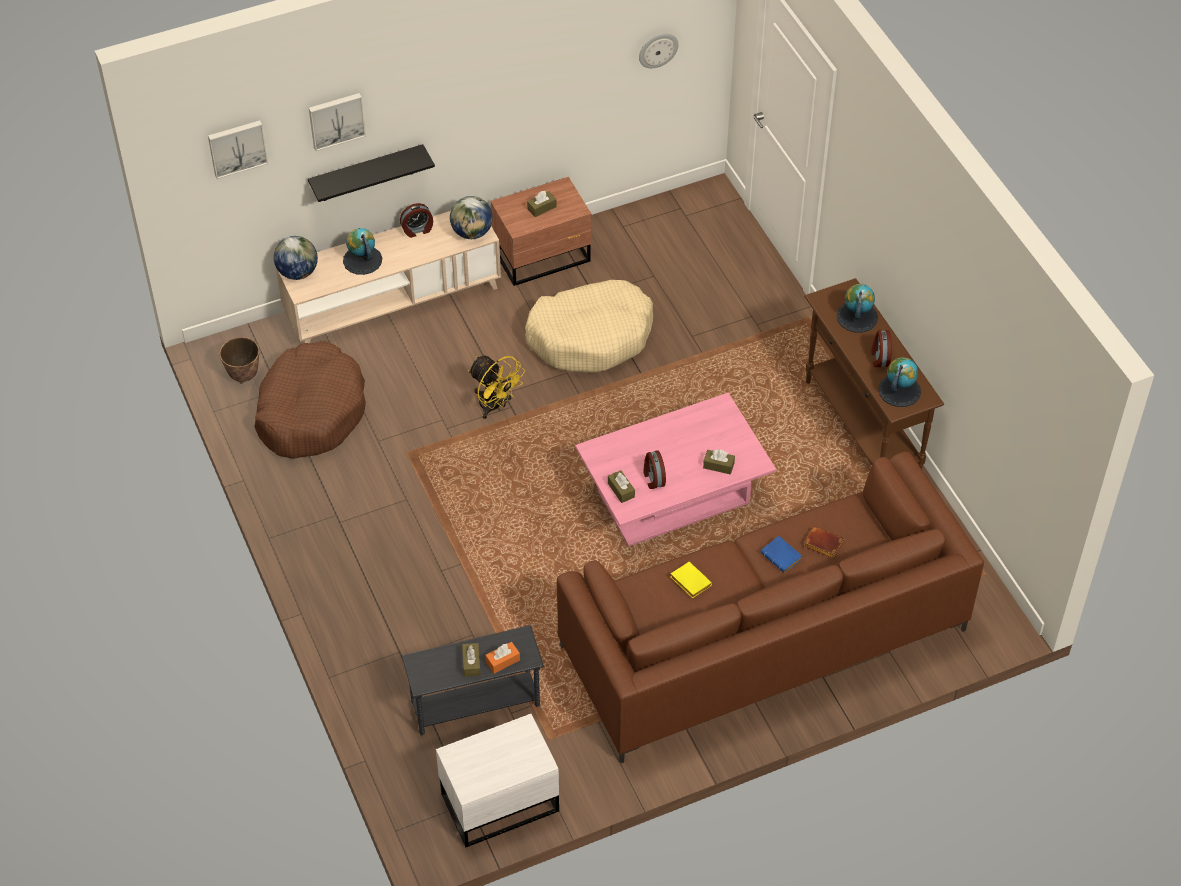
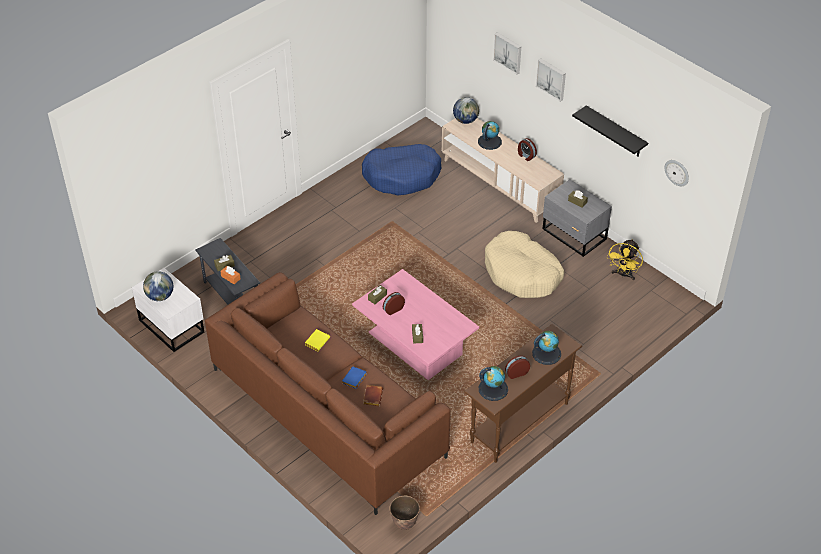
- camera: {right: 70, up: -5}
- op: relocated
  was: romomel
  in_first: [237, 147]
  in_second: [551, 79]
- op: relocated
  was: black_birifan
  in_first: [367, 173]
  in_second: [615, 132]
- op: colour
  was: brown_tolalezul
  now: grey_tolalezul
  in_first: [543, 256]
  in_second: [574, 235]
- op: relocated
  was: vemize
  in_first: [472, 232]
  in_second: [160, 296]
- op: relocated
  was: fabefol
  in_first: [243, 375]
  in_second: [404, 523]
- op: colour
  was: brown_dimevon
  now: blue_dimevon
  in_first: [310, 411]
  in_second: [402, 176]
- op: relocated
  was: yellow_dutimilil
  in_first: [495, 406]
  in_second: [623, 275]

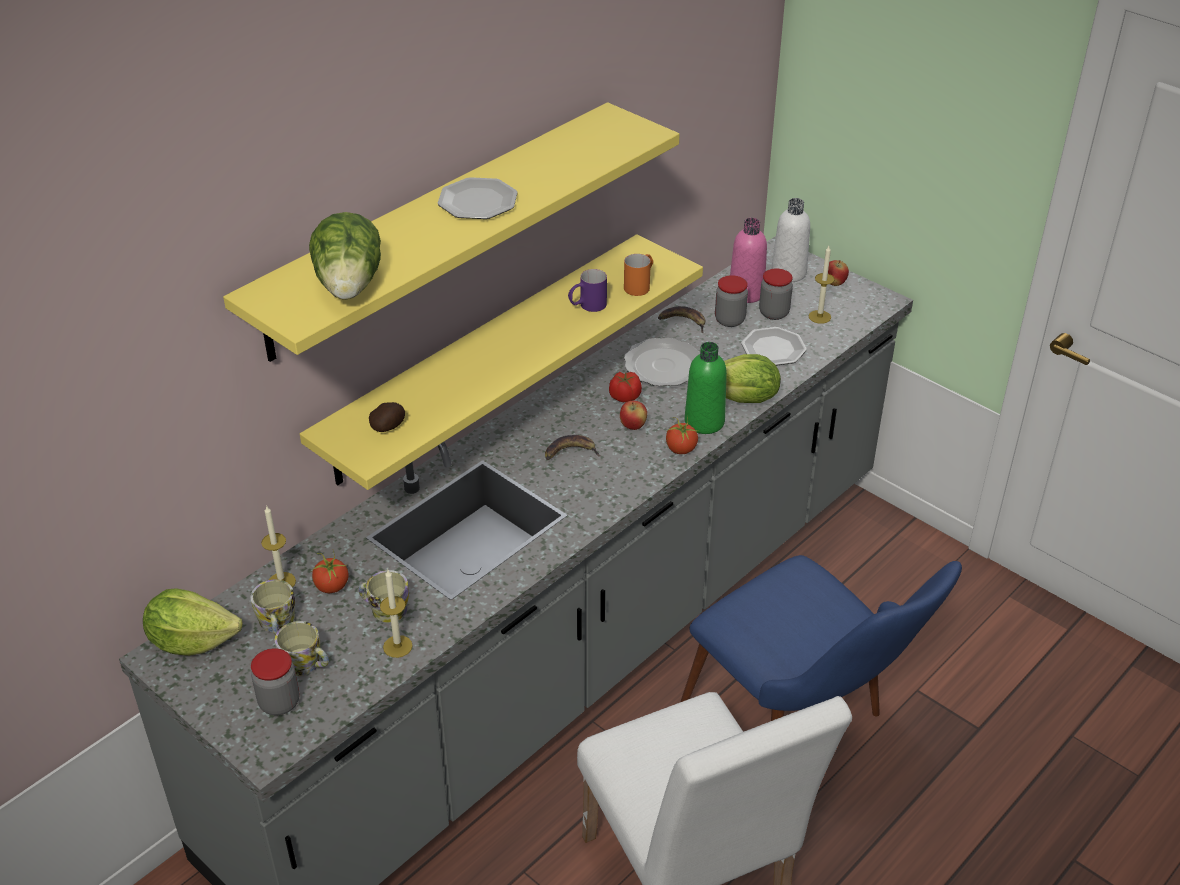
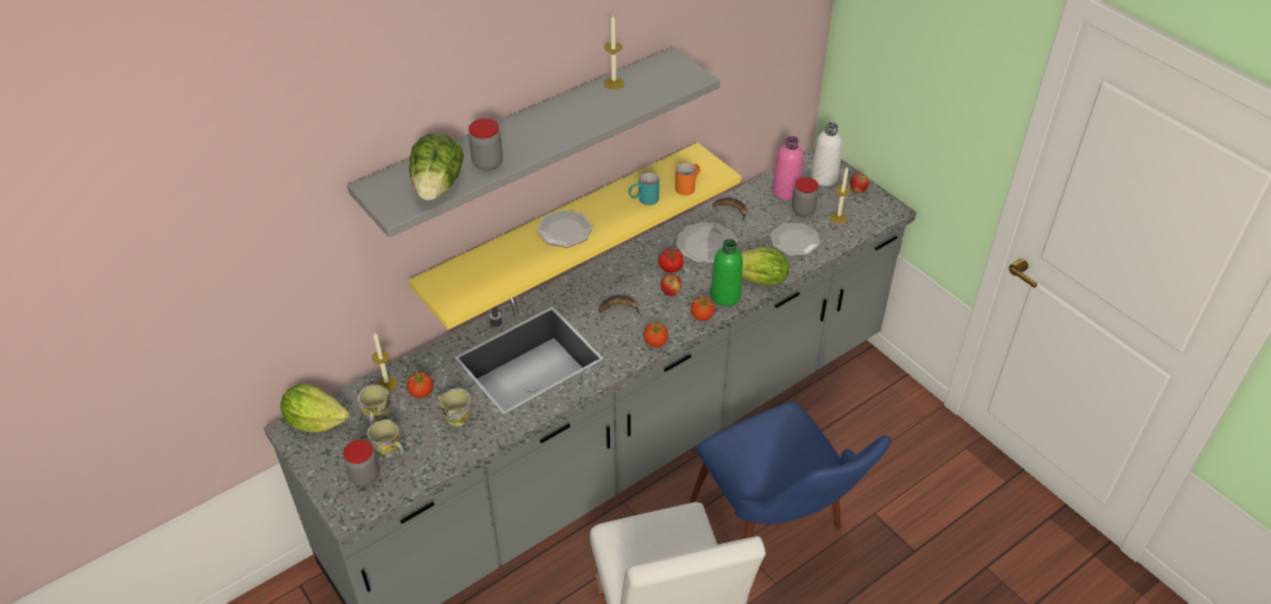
- camera: {right: 10, up: 5}
- op: colour
  was: yellow_birifan
  now: grey_birifan
  in_first: [437, 228]
  in_second: [524, 138]
- op: relocated
  was: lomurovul
  in_first: [478, 201]
  in_second: [565, 230]
- op: colour
  was: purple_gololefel
  now: turquoise_gololefel
  in_first: [587, 306]
  in_second: [643, 200]
- op: relocated
  was: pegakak
  in_first: [729, 320]
  in_second: [487, 163]
- op: missing
  was: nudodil
  in_first: [388, 427]
- op: relocated
  was: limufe
  in_first: [397, 646]
  in_second: [613, 83]
- op: appeared
  now: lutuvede
  in_second: [655, 342]

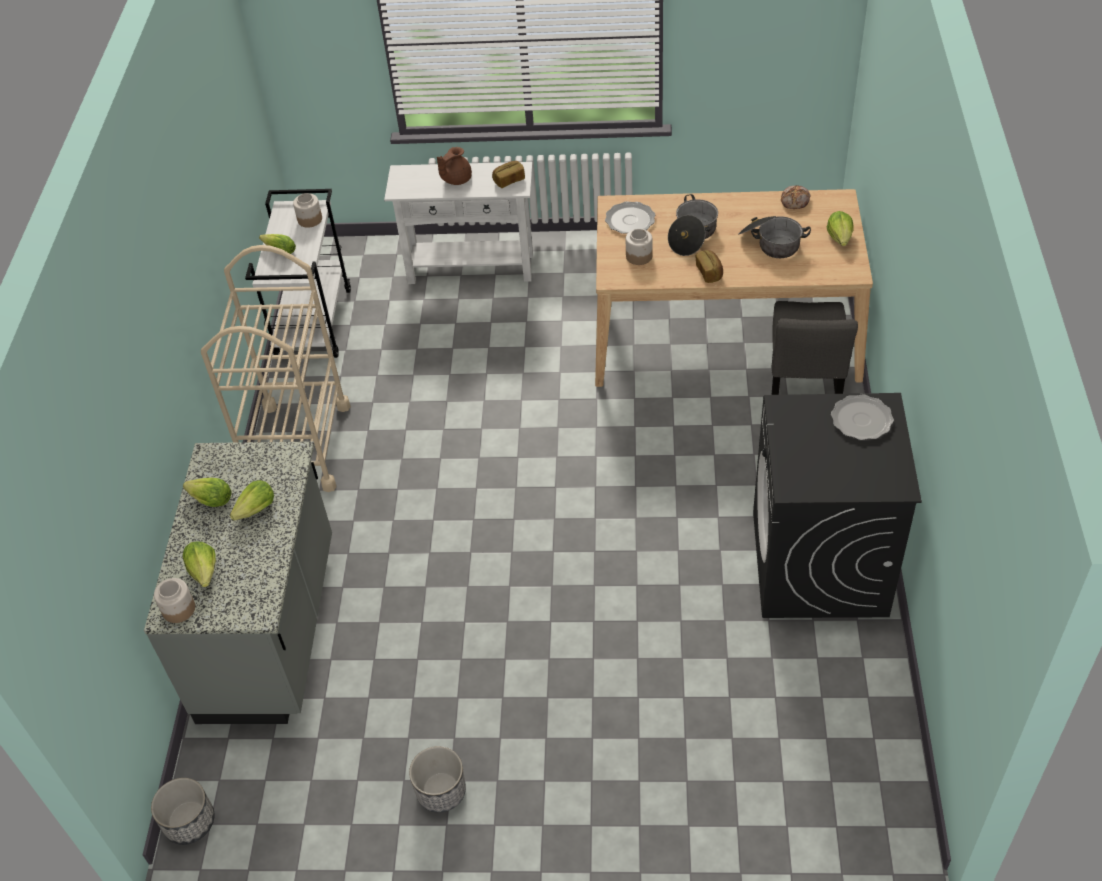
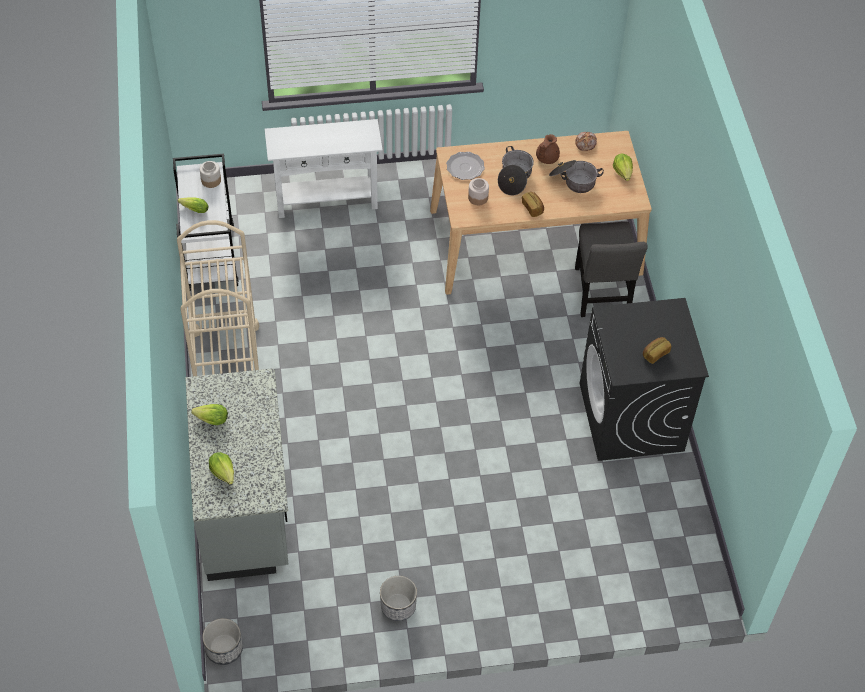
- camera: {right: -15, up: 5}
- op: relocated
  was: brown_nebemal
  in_first: [456, 179]
  in_second: [546, 158]
- op: relocated
  was: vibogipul
  in_first: [509, 180]
  in_second: [655, 354]
- op: missing
  was: lomurovul
  in_first: [861, 419]
- op: missing
  was: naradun
  in_first: [256, 509]
- op: missing
  was: pegakak
  in_first: [178, 609]

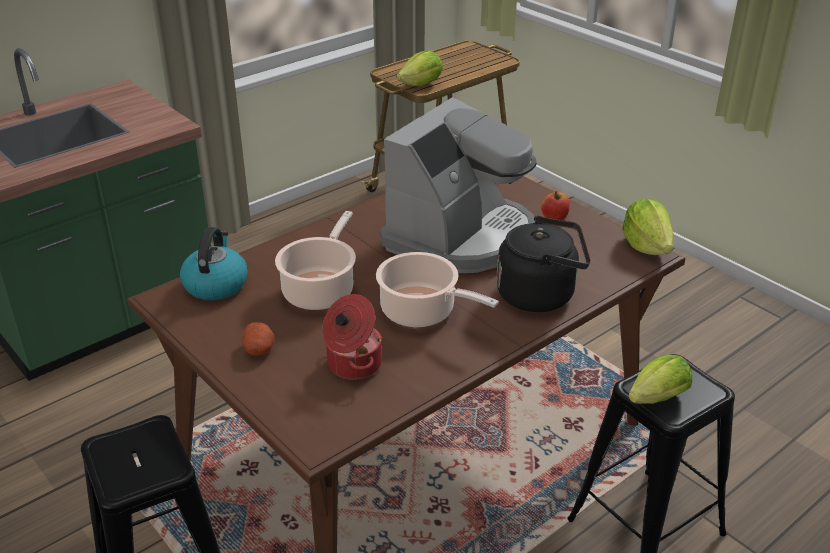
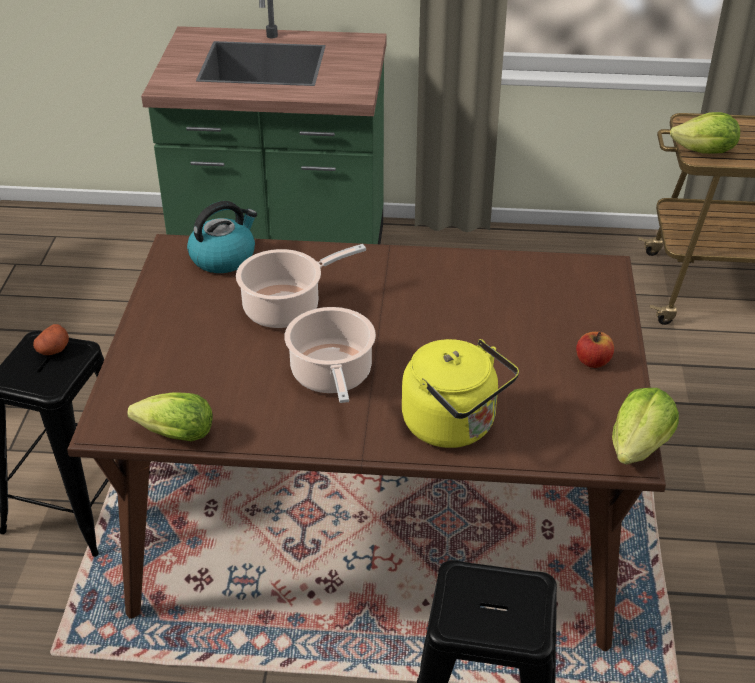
- camera: {right: 45, up: 5}
- op: missing
  was: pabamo
  in_first: [461, 237]
- op: colour
  was: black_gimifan
  now: yellow_gimifan
  in_first: [540, 294]
  in_second: [454, 426]
- op: missing
  was: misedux
  in_first: [352, 364]
- op: relocated
  was: nudodil
  in_first: [259, 349]
  in_second: [53, 350]
- op: relocated
  was: naradun
  in_first: [654, 400]
  in_second: [172, 434]

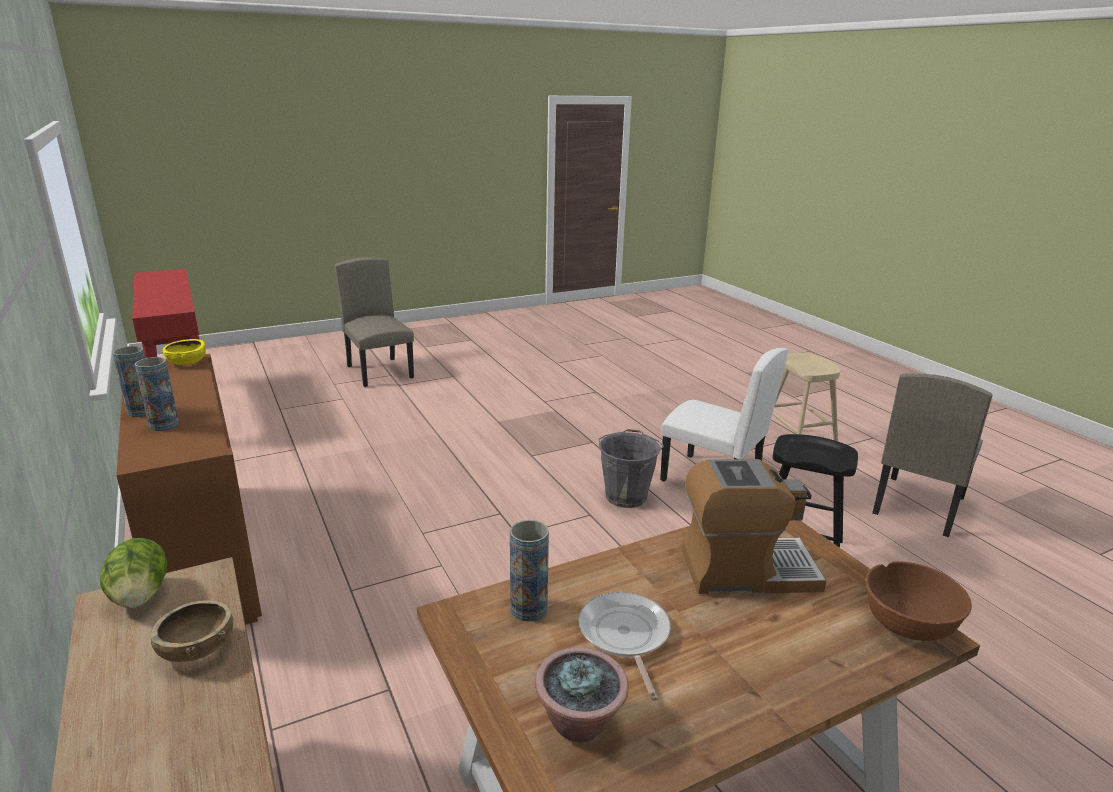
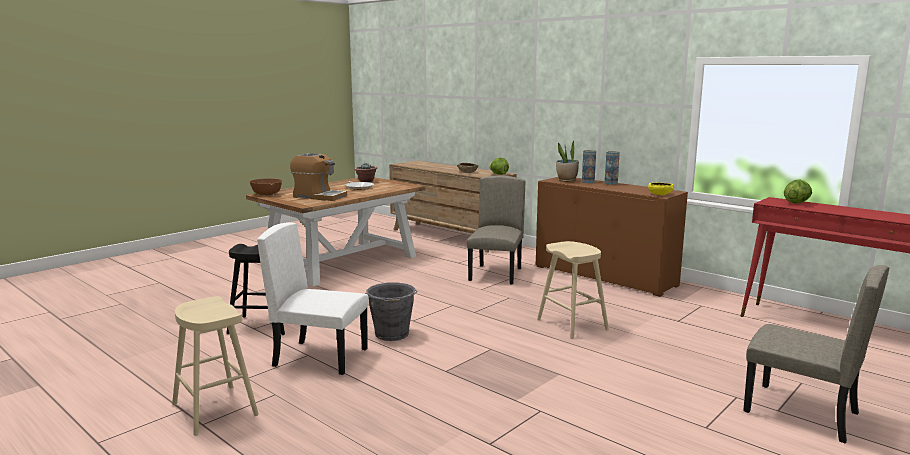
- camera: {right: 160, up: -10}
- op: relocated
  was: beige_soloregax
  in_first: [917, 505]
  in_second: [496, 274]
- op: spun
  was: pabamo
  in_first: [746, 570]
  in_second: [319, 196]
  clockwise: -135
- op: missing
  was: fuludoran
  in_first: [528, 608]
- op: appeared
  now: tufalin
  in_second: [566, 180]
- op: appeared
  now: naradun
  in_second: [796, 203]
- op: appeared
  now: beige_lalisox
  in_second: [572, 324]

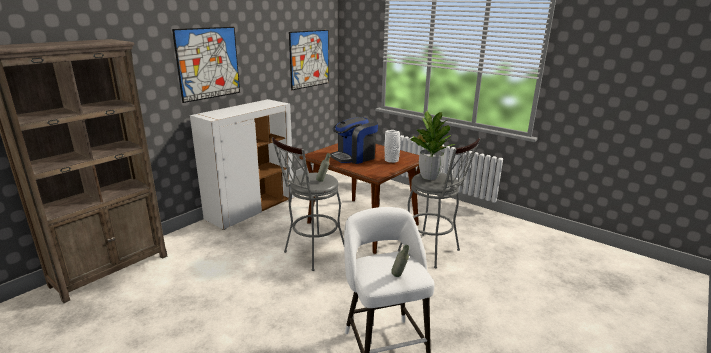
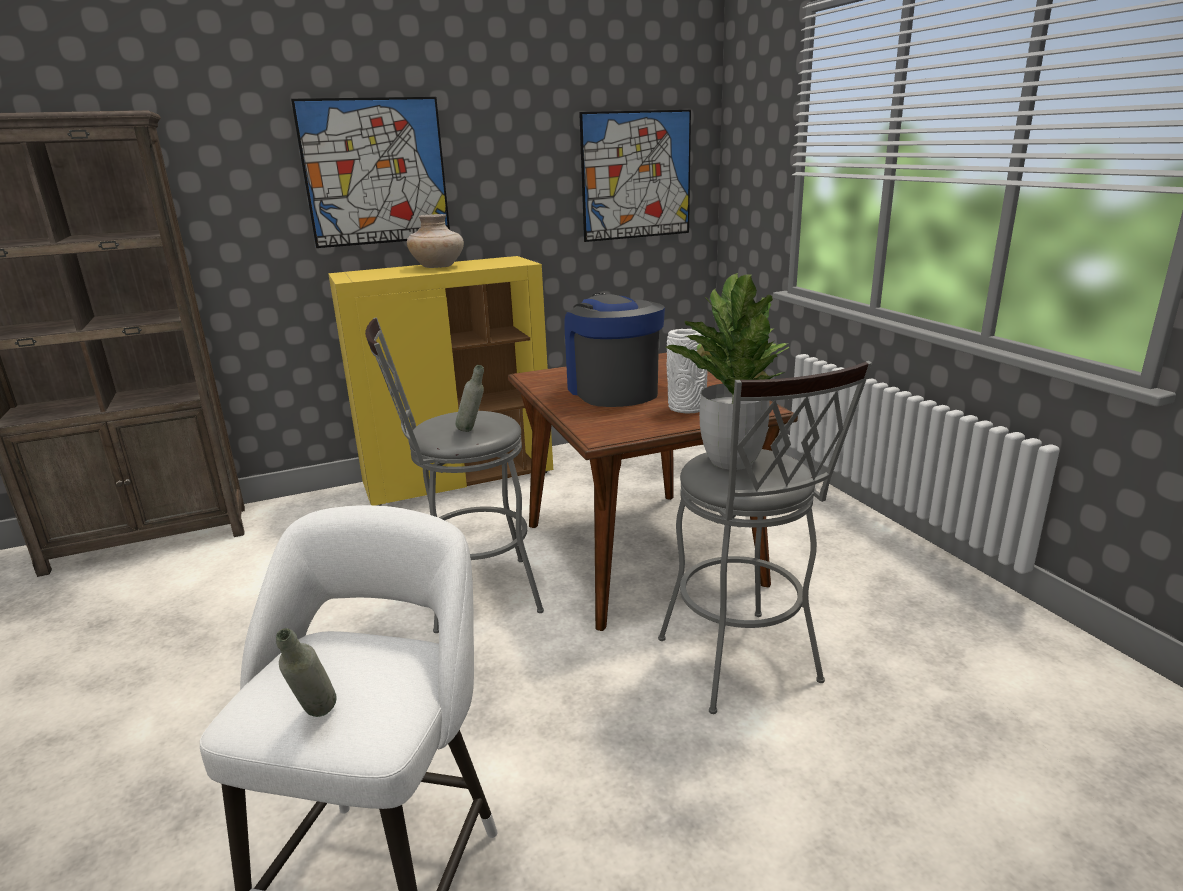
- camera: {right: 30, up: 0}
- op: colour
  was: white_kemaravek
  now: yellow_kemaravek
  in_first: [251, 209]
  in_second: [459, 478]
- op: spun
  was: pabamo
  in_first: [354, 157]
  in_second: [612, 390]
  clockwise: 75
- op: appeared
  now: beige_fuludoran
  in_second: [438, 267]

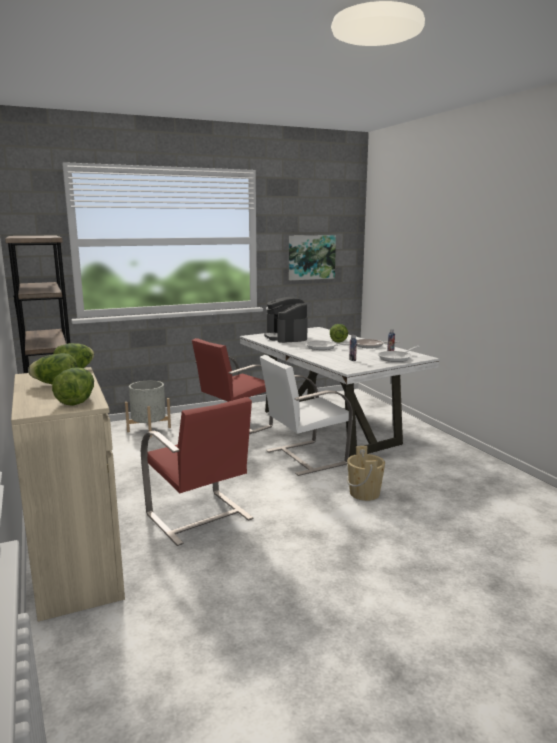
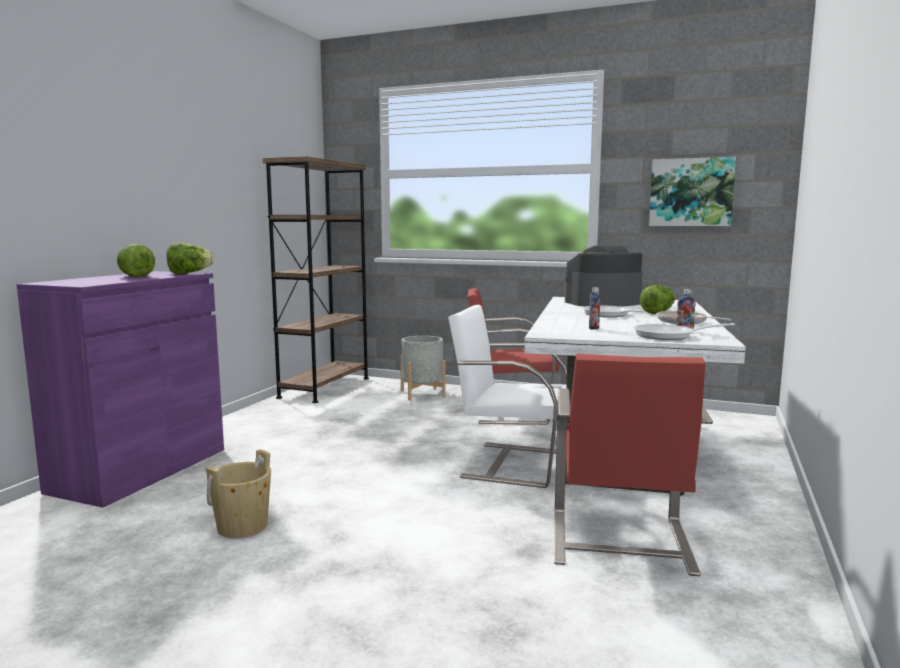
- camera: {right: 45, up: -5}
- op: spun
  was: pabamo
  in_first: [286, 337]
  in_second: [602, 303]
  clockwise: 45
- op: colour
  was: beige_kemaravek
  now: purple_kemaravek
  in_first: [76, 565]
  in_second: [140, 470]
- op: missing
  was: naradun
  in_first: [77, 400]
- op: relocated
  was: red_soloregax
  in_first: [199, 517]
  in_second: [619, 542]
- op: relocated
  was: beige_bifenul
  in_first: [364, 493]
  in_second: [242, 527]

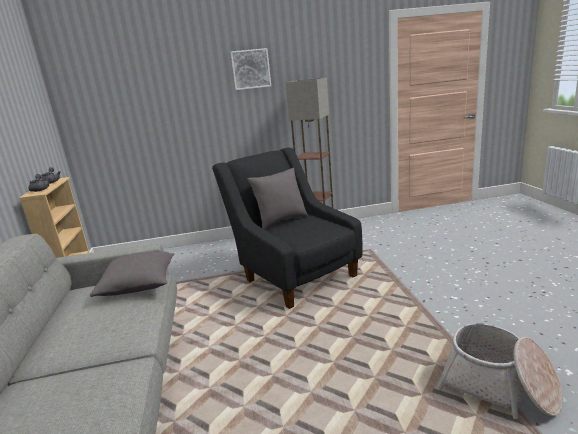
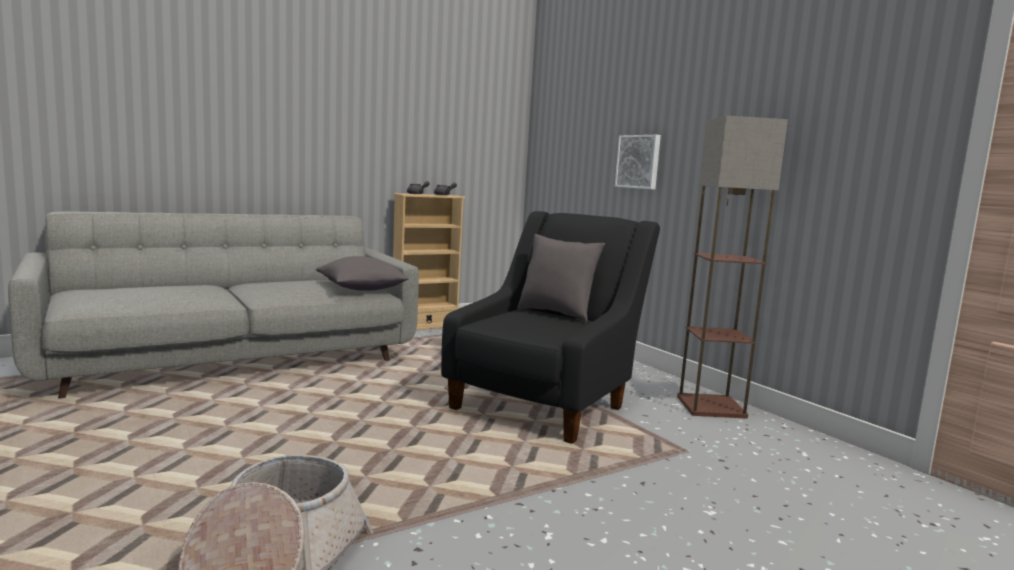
- camera: {right: 65, up: -10}
- op: relocated
  was: romomel
  in_first: [251, 69]
  in_second: [639, 162]

